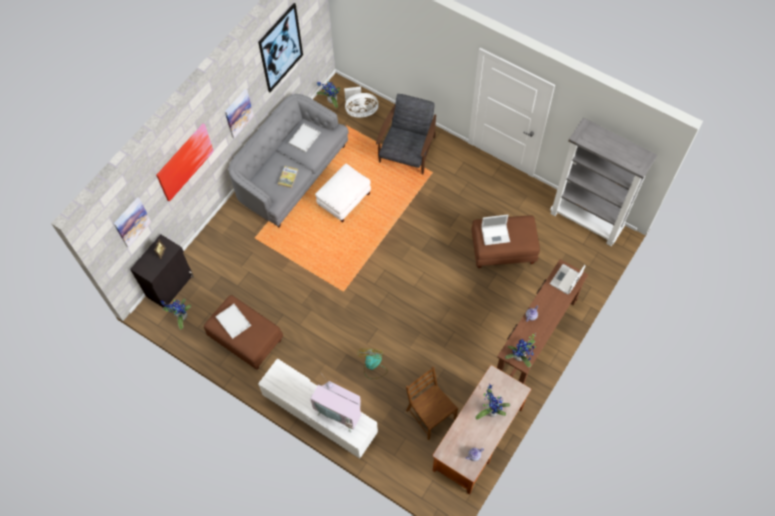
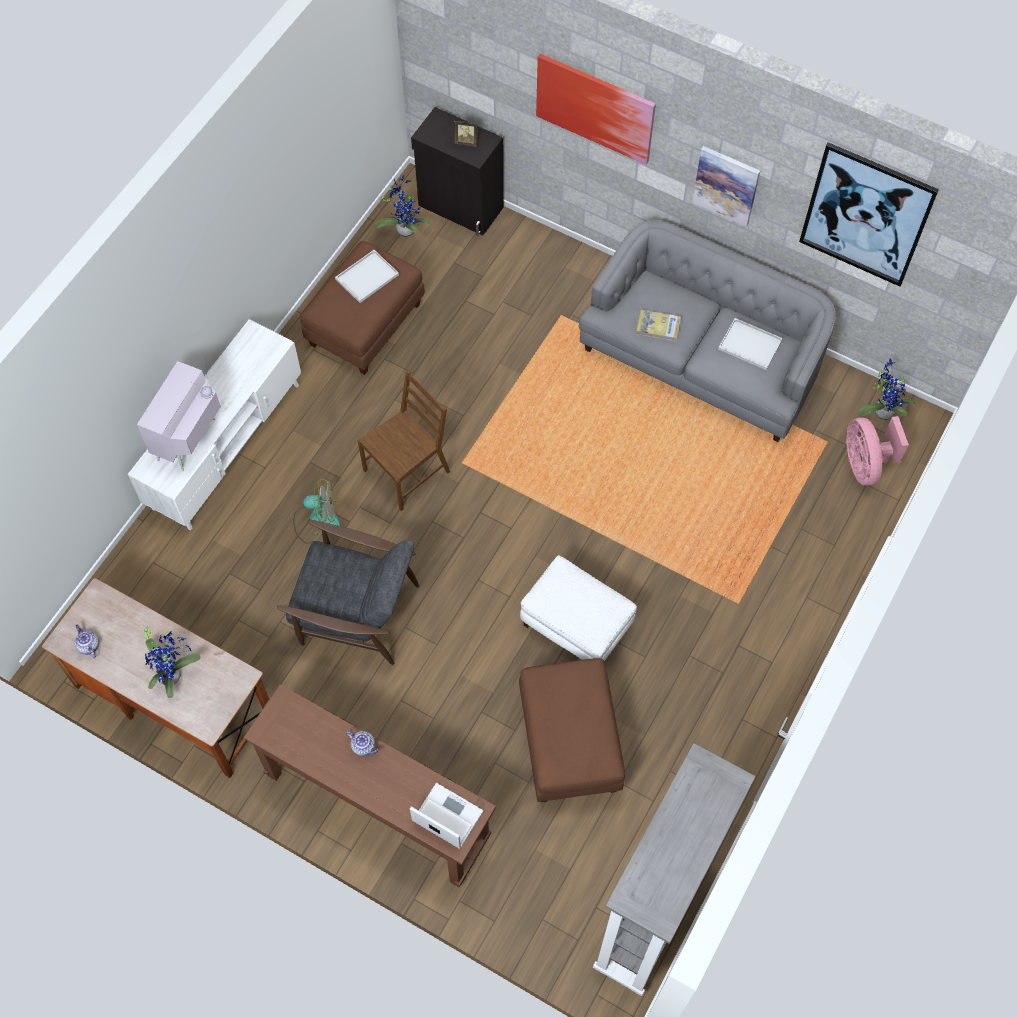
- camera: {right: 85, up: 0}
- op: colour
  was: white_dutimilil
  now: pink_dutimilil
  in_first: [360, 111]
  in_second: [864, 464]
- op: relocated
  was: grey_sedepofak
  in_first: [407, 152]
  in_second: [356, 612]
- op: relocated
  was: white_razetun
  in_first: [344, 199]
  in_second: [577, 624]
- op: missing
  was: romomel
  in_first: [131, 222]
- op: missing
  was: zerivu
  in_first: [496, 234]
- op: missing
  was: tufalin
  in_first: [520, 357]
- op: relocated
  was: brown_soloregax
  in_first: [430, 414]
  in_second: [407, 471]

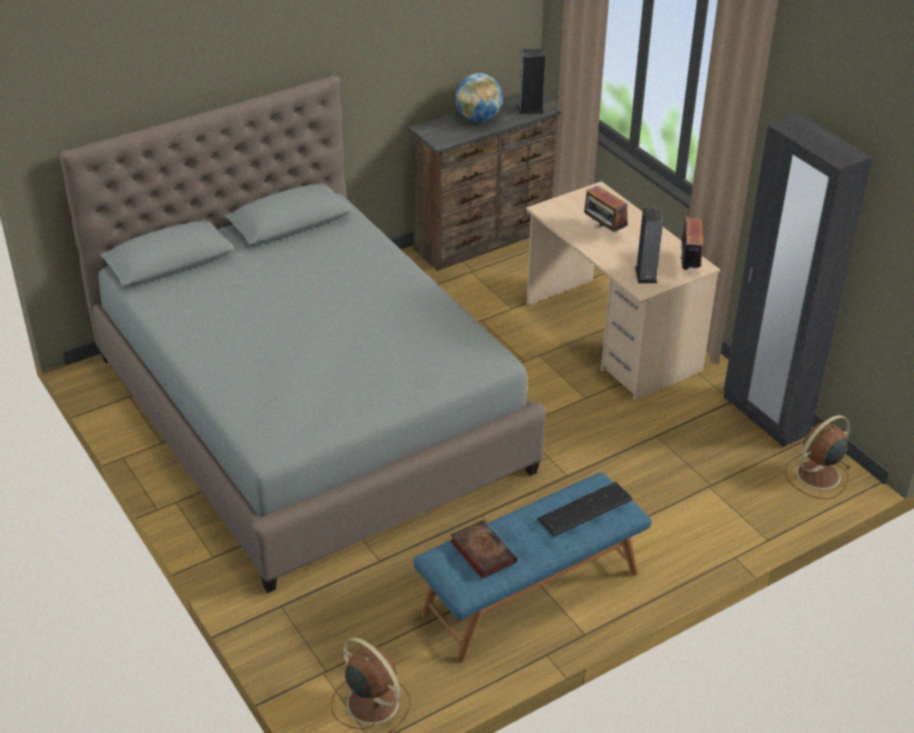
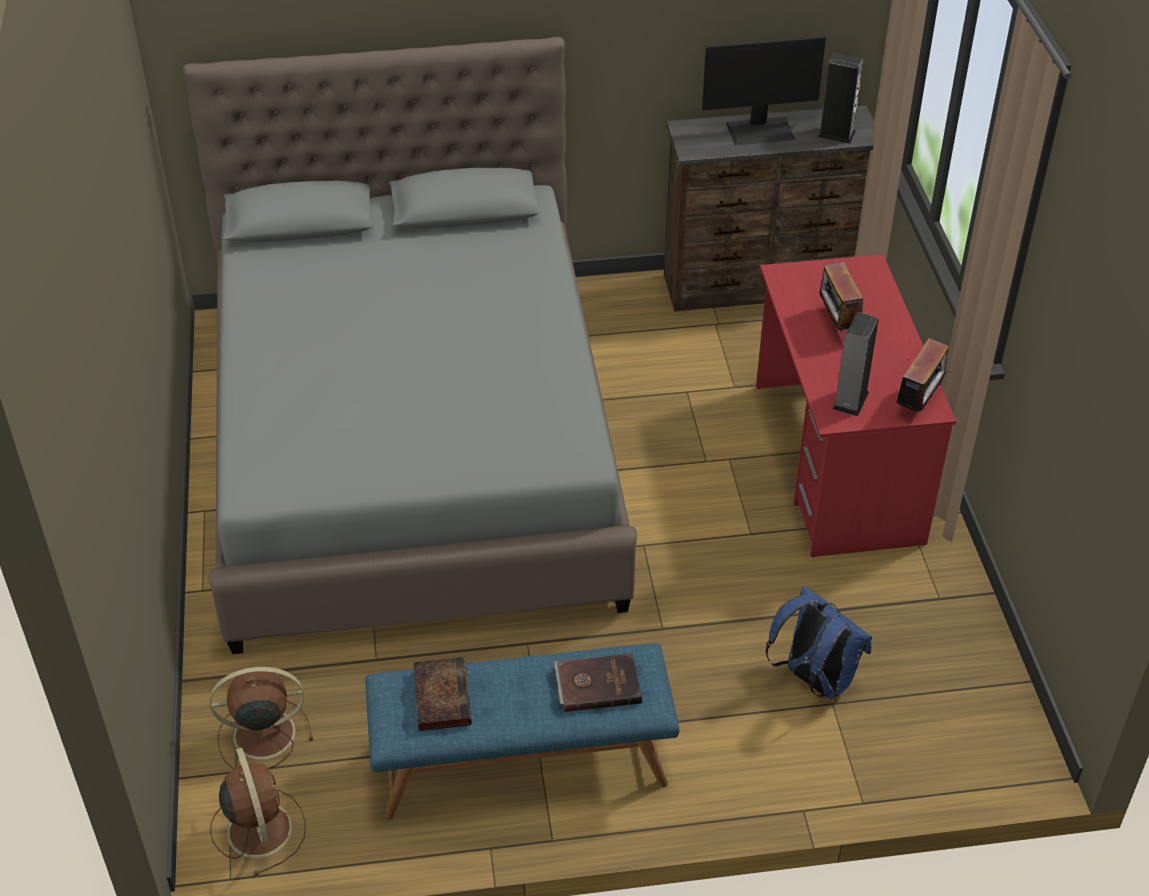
- camera: {right: 25, up: 5}
- op: exchanged
  was: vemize
  now: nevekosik
  in_first: [478, 118]
  in_second: [760, 131]
- op: missing
  was: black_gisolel
  in_first: [765, 416]
- op: colour
  was: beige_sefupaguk
  now: red_sefupaguk
  in_first: [611, 337]
  in_second: [836, 463]
- op: relocated
  was: brown_dutimilil
  in_first: [816, 475]
  in_second: [261, 735]
- op: exchanged
  was: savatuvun
  now: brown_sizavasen
  in_first: [583, 508]
  in_second: [597, 684]
- op: appeared
  now: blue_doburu
  in_second: [814, 679]

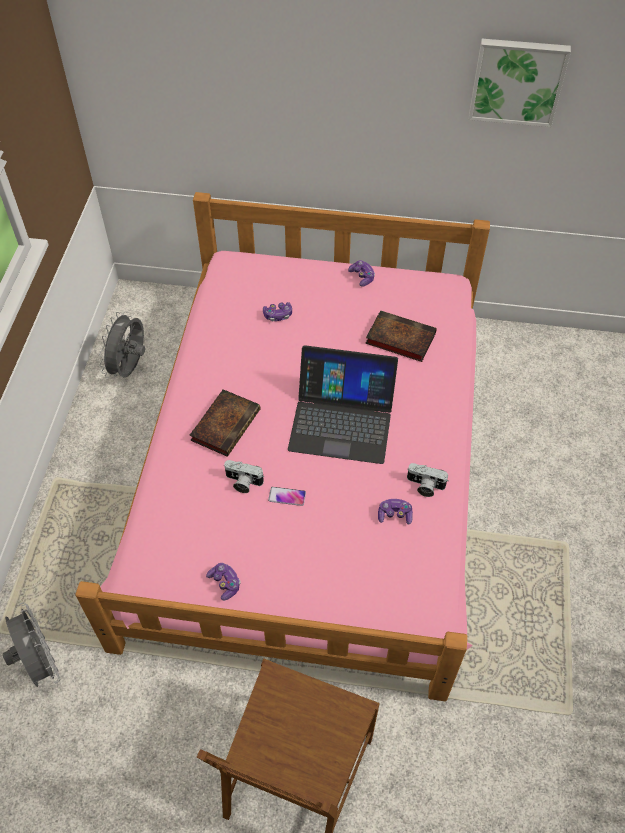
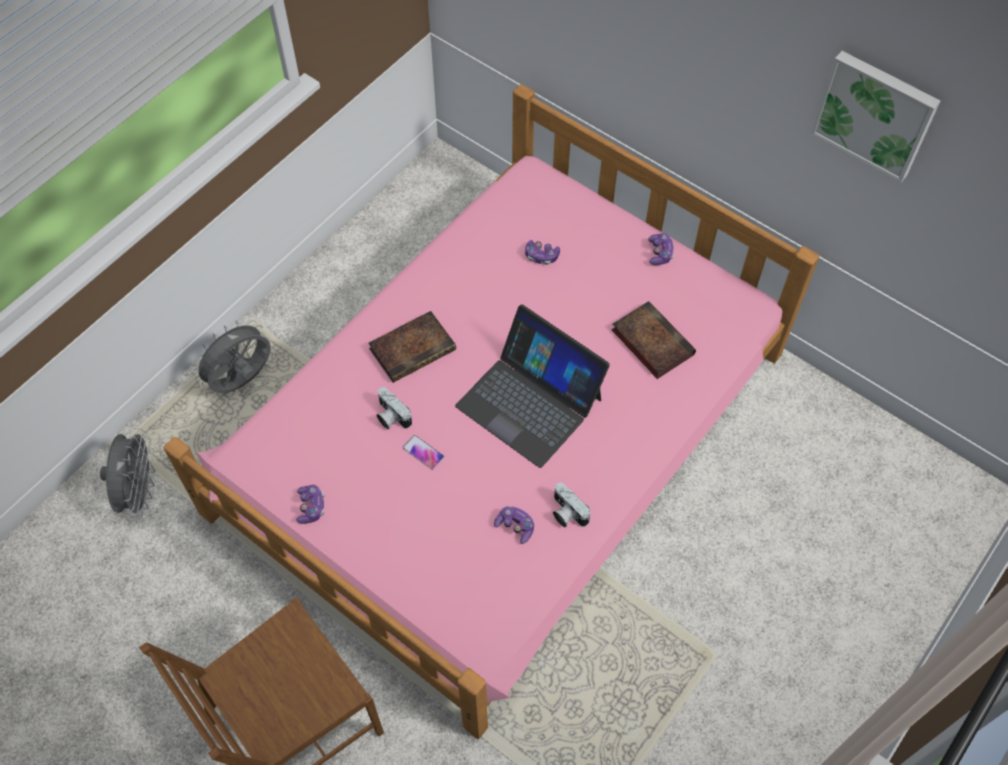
- camera: {right: 30, up: 5}
- op: relocated
  was: grey_dutimilil
  in_first: [130, 368]
  in_second: [242, 381]

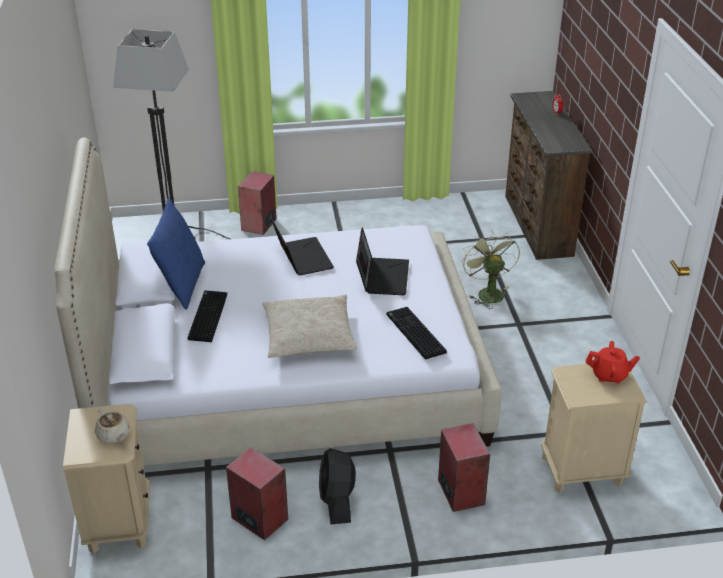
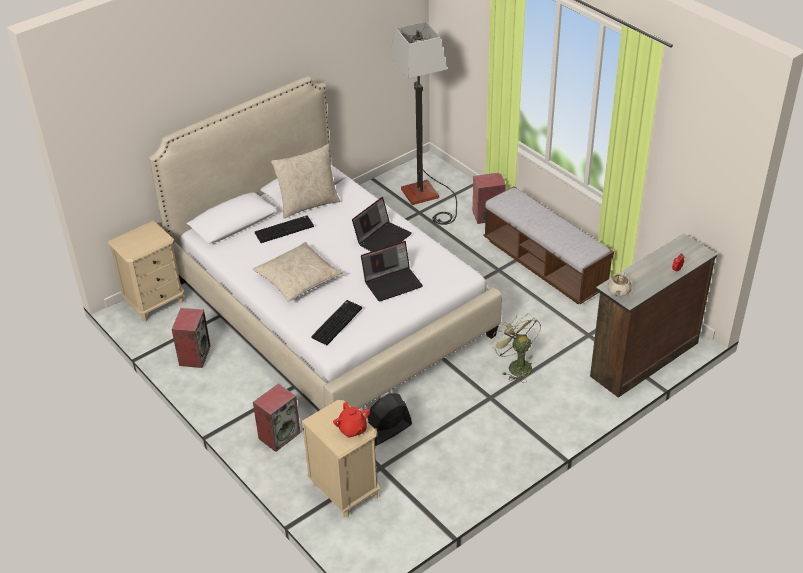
- camera: {right: 60, up: 5}
- op: colour
  was: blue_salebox
  now: beige_salebox
  in_first: [181, 285]
  in_second: [308, 204]
- op: spun
  was: green_dutimilil
  in_first: [487, 292]
  in_second: [516, 365]
  clockwise: -75
- op: relocated
  was: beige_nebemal
  in_first: [113, 435]
  in_second: [618, 291]
- op: relocated
  was: black_dutimilil
  in_first: [337, 501]
  in_second: [388, 431]
- op: appeared
  now: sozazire
  in_second: [544, 265]

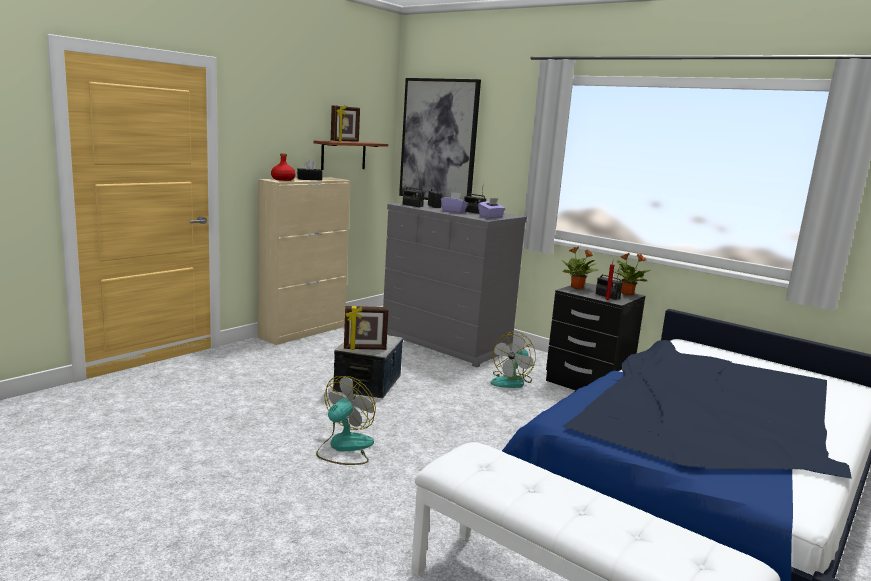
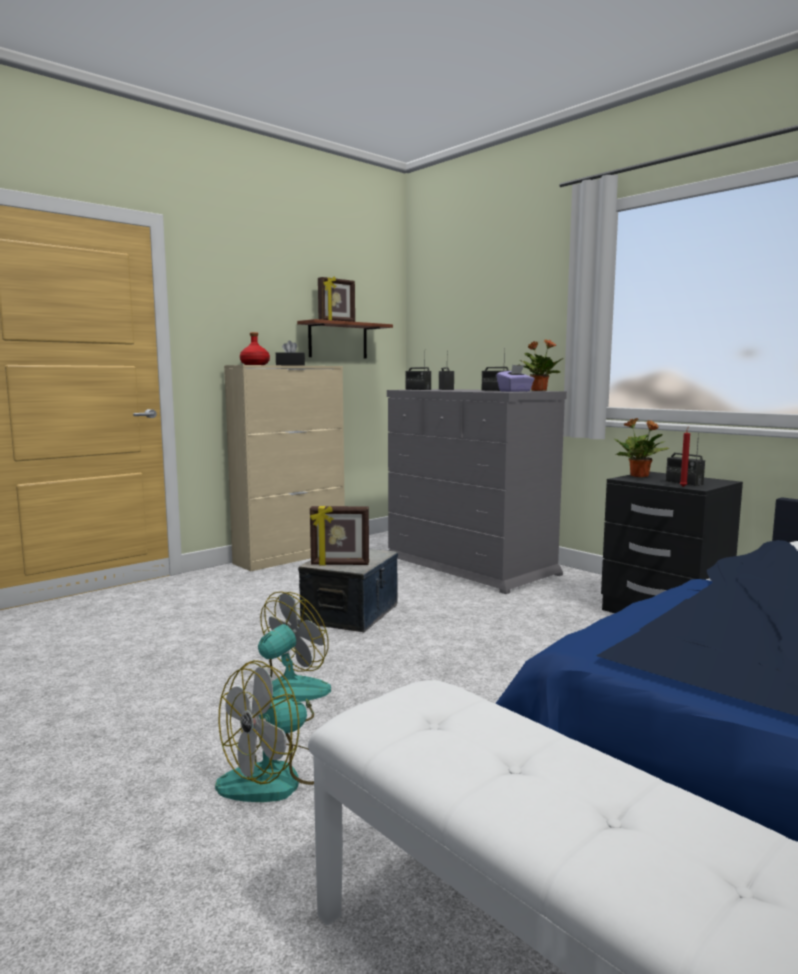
- camera: {right: 10, up: -5}
- op: missing
  was: romomel
  in_first: [439, 141]
- op: missing
  was: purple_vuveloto
  in_first: [453, 211]
- op: relocated
  was: tufalin
  in_first: [626, 293]
  in_second: [538, 390]
- op: relocated
  was: dutimilil
  in_first: [512, 381]
  in_second: [276, 778]

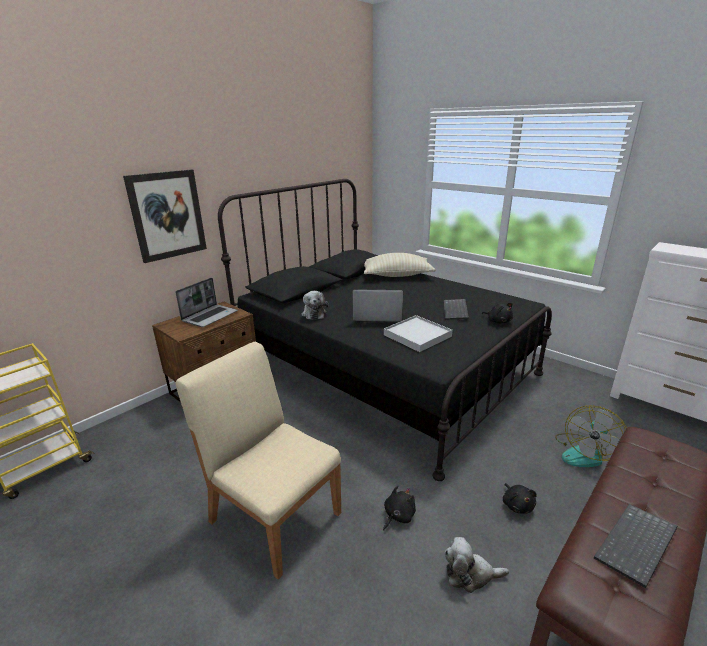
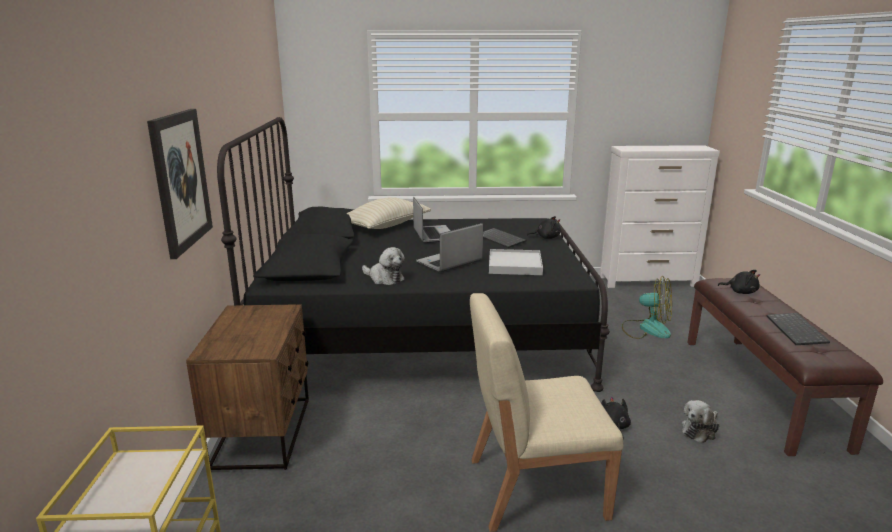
- camera: {right: -45, up: -5}
- op: relocated
  was: zerivu
  in_first: [210, 316]
  in_second: [433, 235]
- op: spun
  was: dutimilil
  in_first: [584, 453]
  in_second: [646, 329]
  clockwise: -60
- op: relocated
  was: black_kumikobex
  in_first: [517, 505]
  in_second: [740, 292]

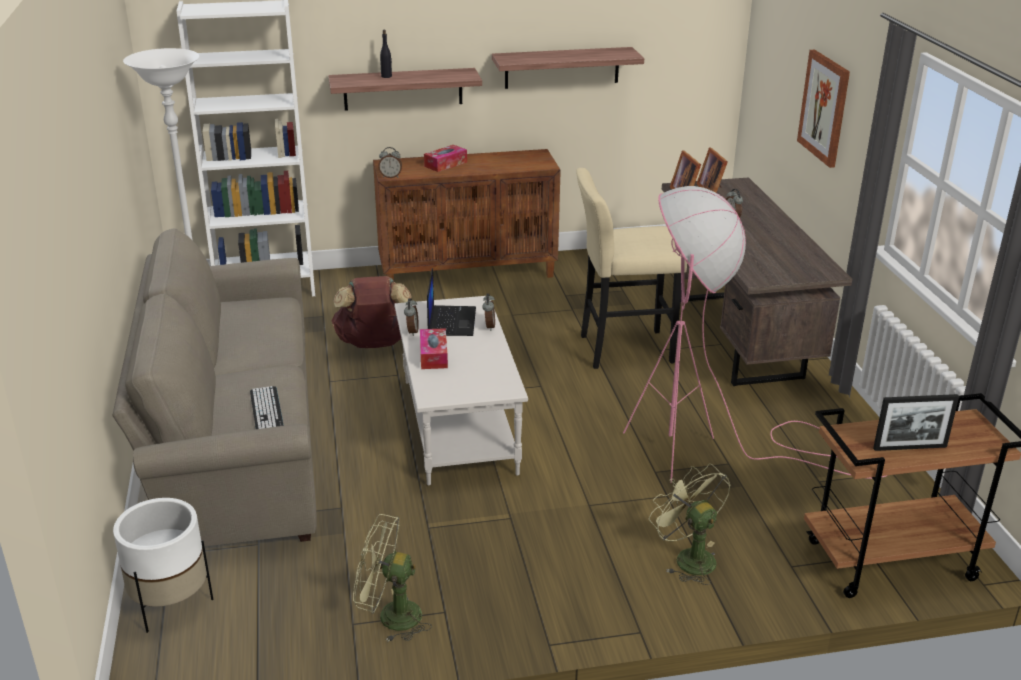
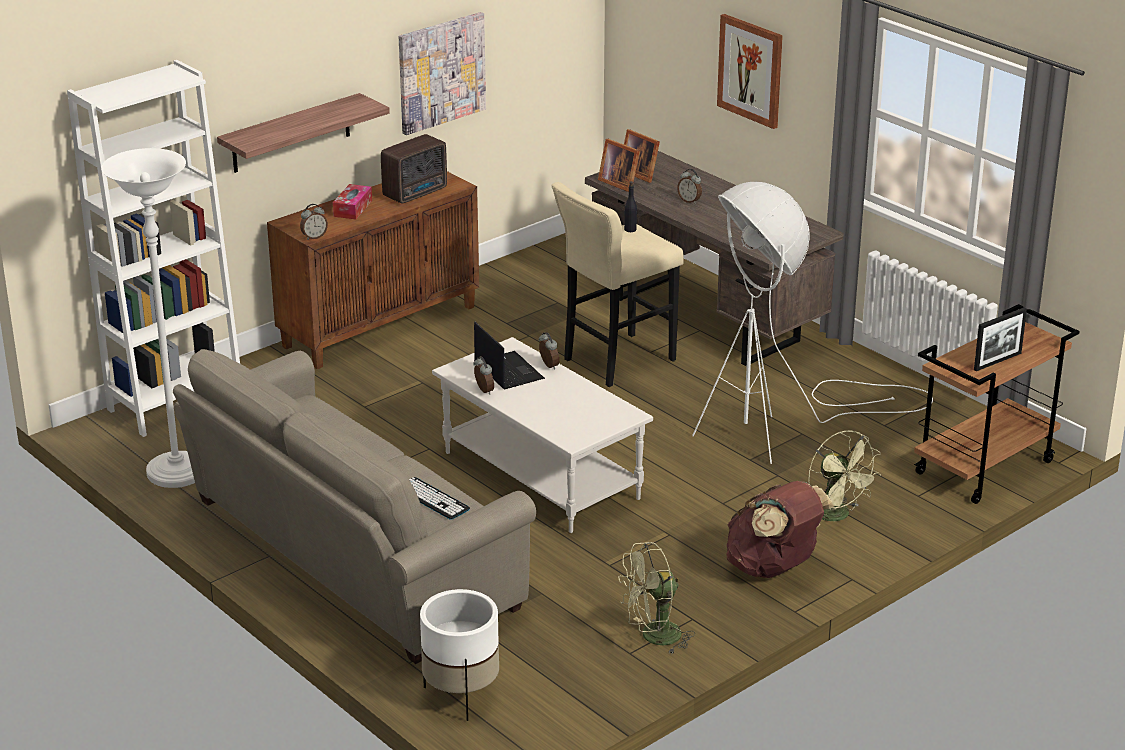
- camera: {right: -30, up: 0}
- op: relocated
  was: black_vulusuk
  in_first: [386, 76]
  in_second: [630, 229]
- op: exchanged
  was: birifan
  now: romomel
  in_first: [562, 67]
  in_second: [441, 72]
- op: colour
  was: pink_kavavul
  now: white_kavavul
  in_first: [712, 452]
  in_second: [780, 428]
- op: relocated
  was: brown_doburu
  in_first: [375, 344]
  in_second: [773, 568]
- op: missing
  was: vuveloto
  in_first: [433, 355]
- op: spun
  was: green_dutimilil
  in_first: [688, 557]
  in_second: [838, 516]
  clockwise: -150
- op: appeared
  now: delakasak
  in_second: [417, 192]

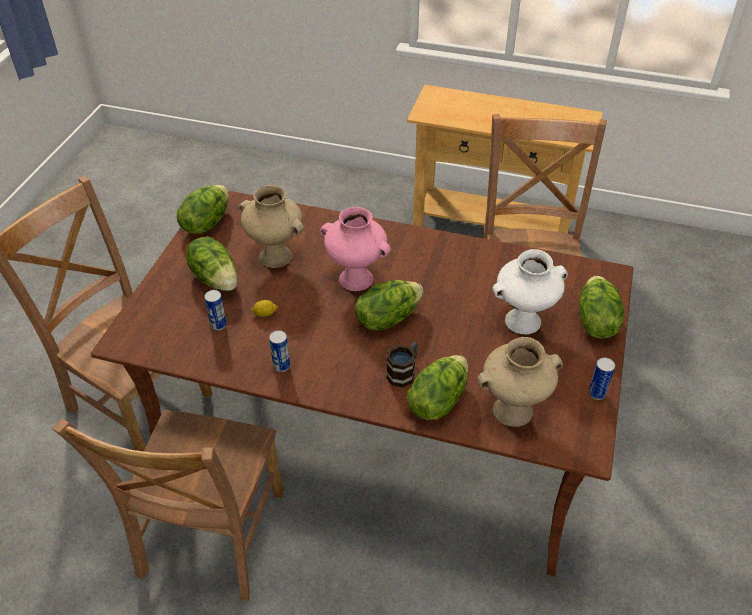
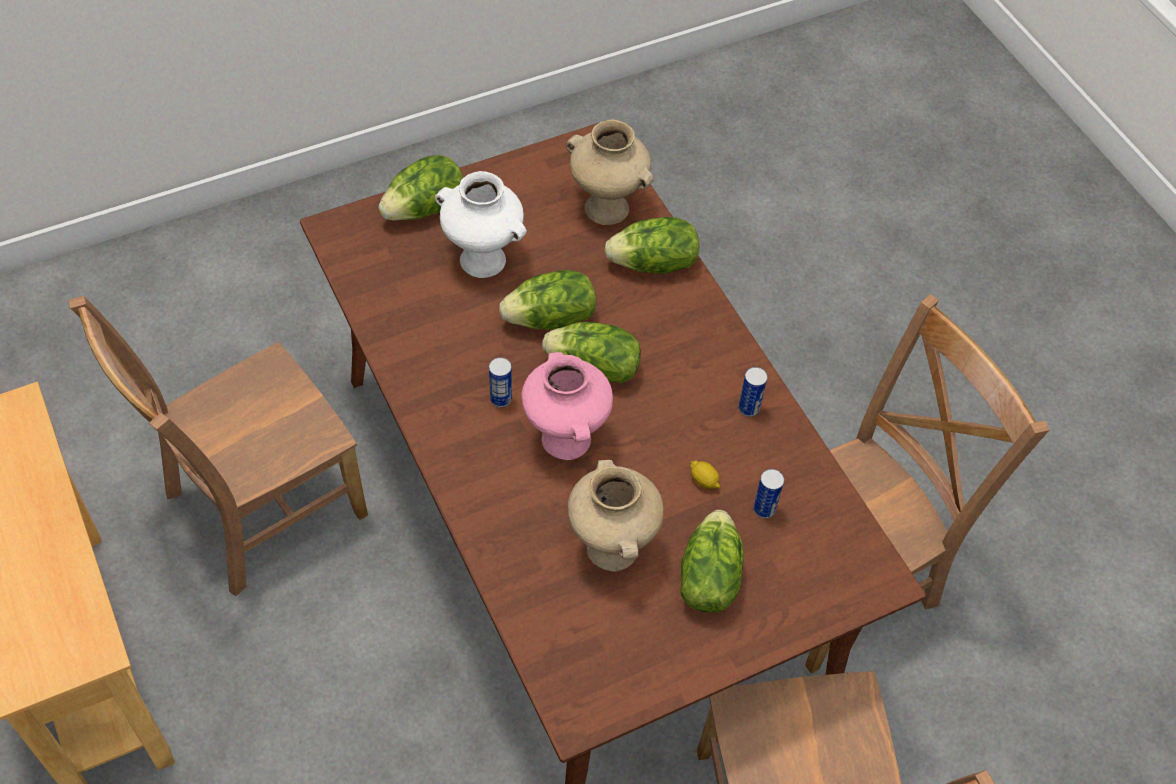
- camera: {right: -135, up: 10}
- op: relocated
  was: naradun
  in_first: [206, 223]
  in_second: [551, 319]
- op: missing
  was: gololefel
  in_first: [404, 372]
- op: relocated
  was: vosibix
  in_first: [596, 393]
  in_second: [501, 399]

